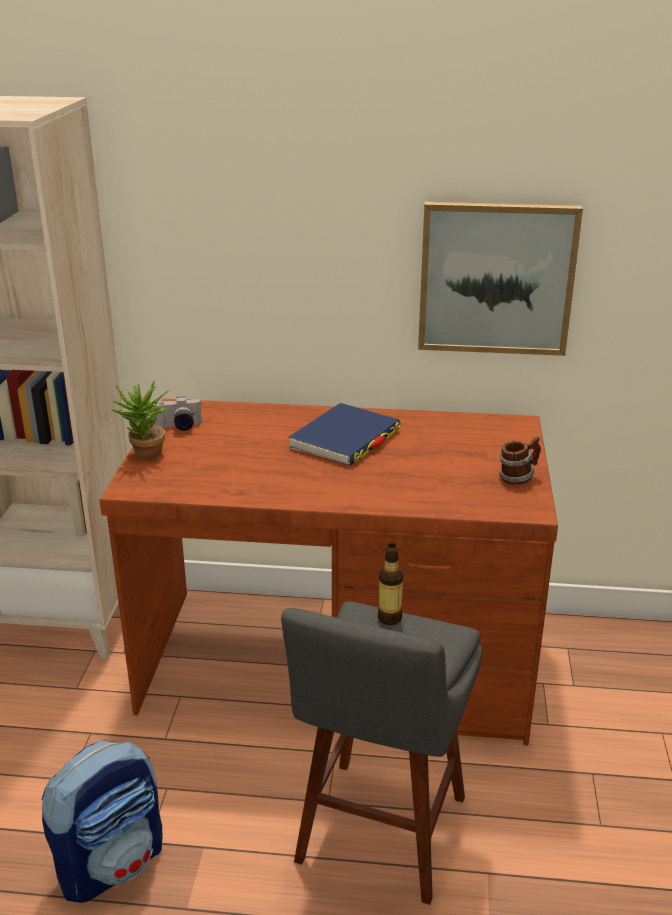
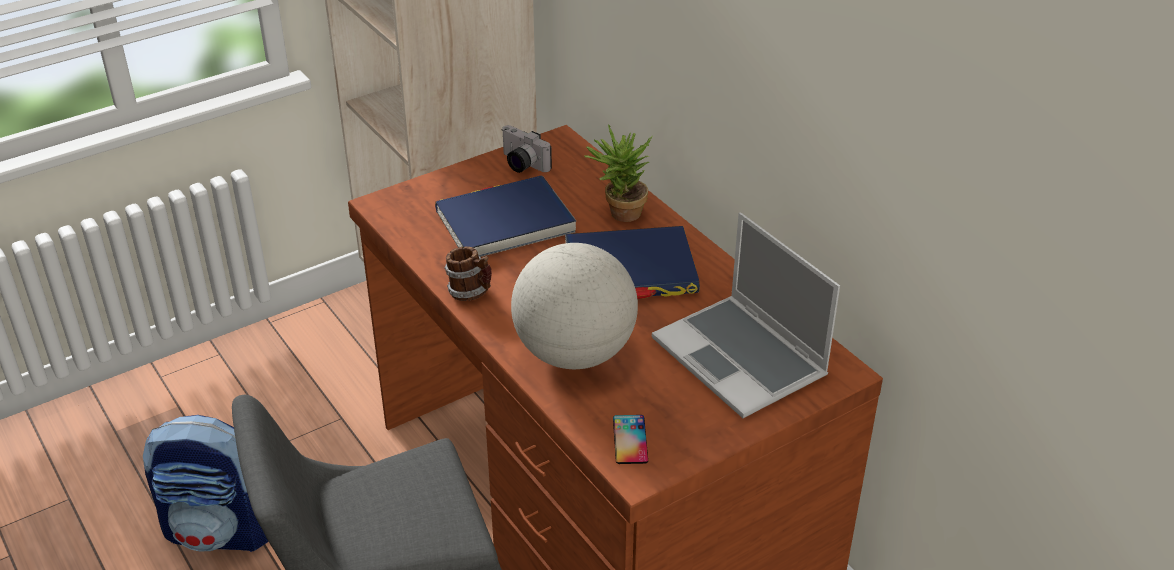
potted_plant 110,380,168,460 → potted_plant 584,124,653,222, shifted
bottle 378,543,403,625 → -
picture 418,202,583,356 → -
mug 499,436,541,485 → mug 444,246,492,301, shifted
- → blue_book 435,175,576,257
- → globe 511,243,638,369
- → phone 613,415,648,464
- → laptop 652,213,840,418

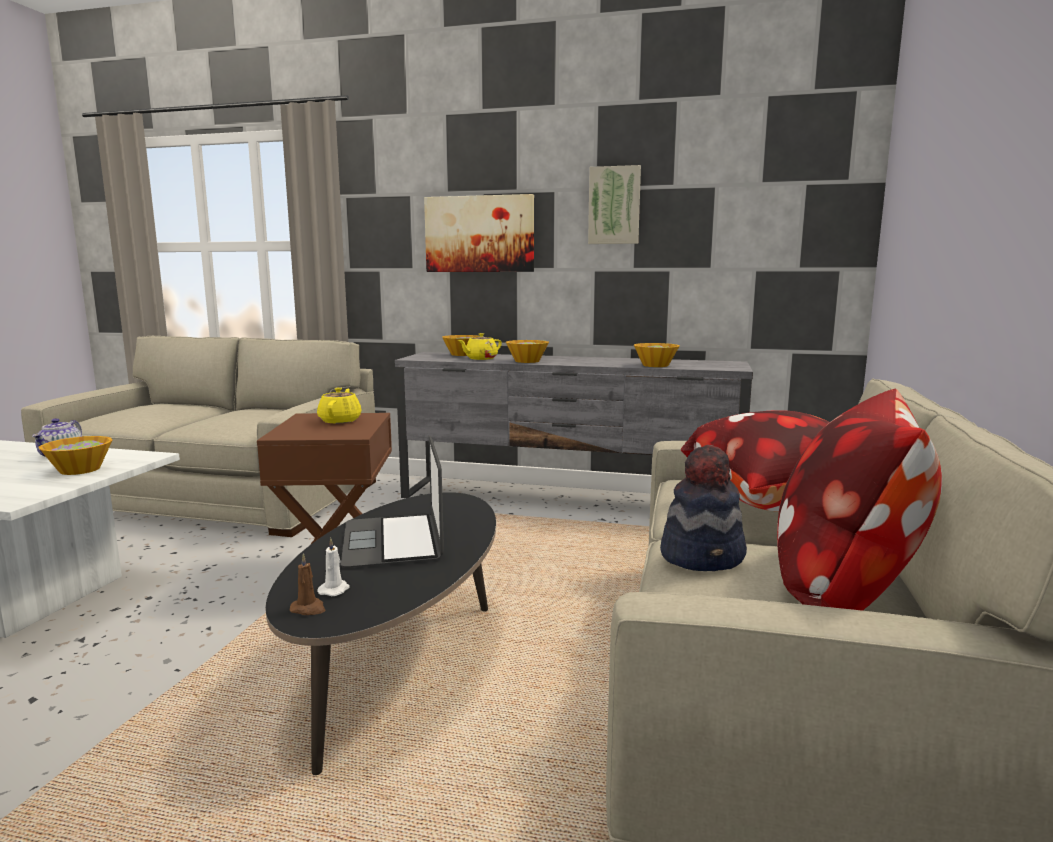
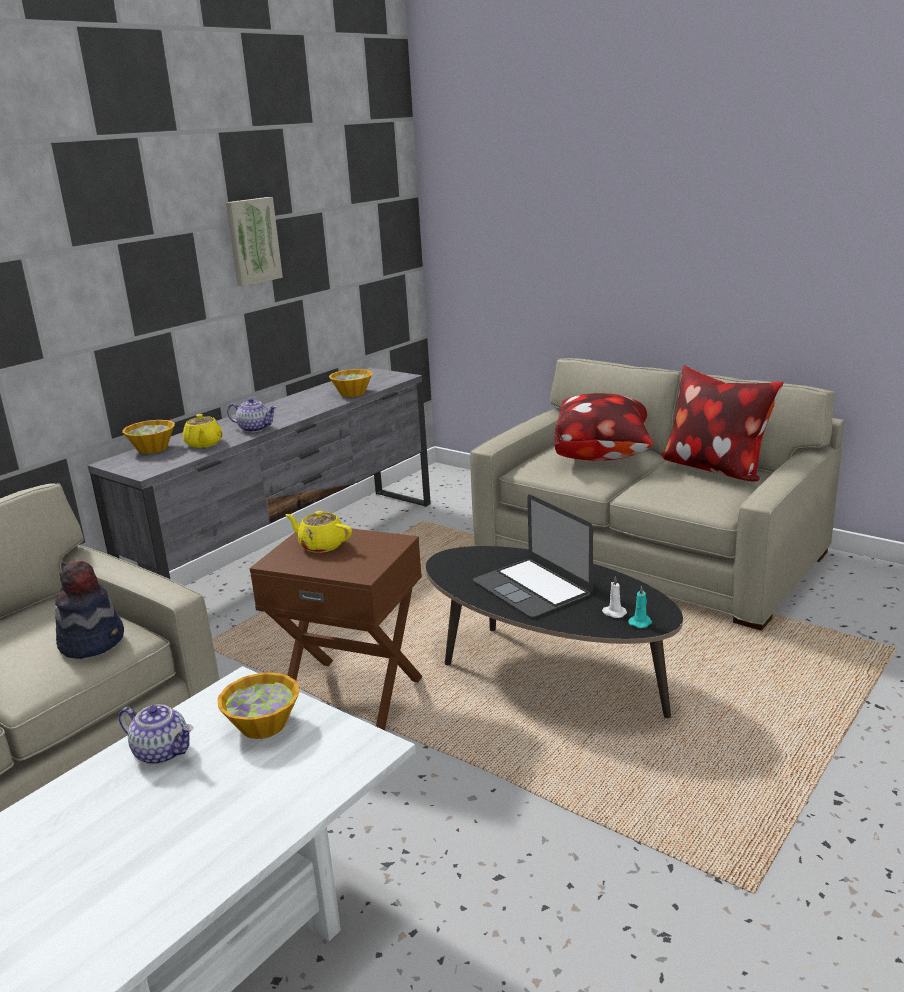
brown_candle 290,553,326,615 → turquoise_candle 628,585,652,628
laptop 341,435,444,568 → laptop 473,495,593,618, 45 degrees clockwise
picture 424,194,534,272 → -
bowl 506,340,549,363 → teapot 227,398,277,432
hat 660,445,747,571 → hat 55,560,124,659, shifted

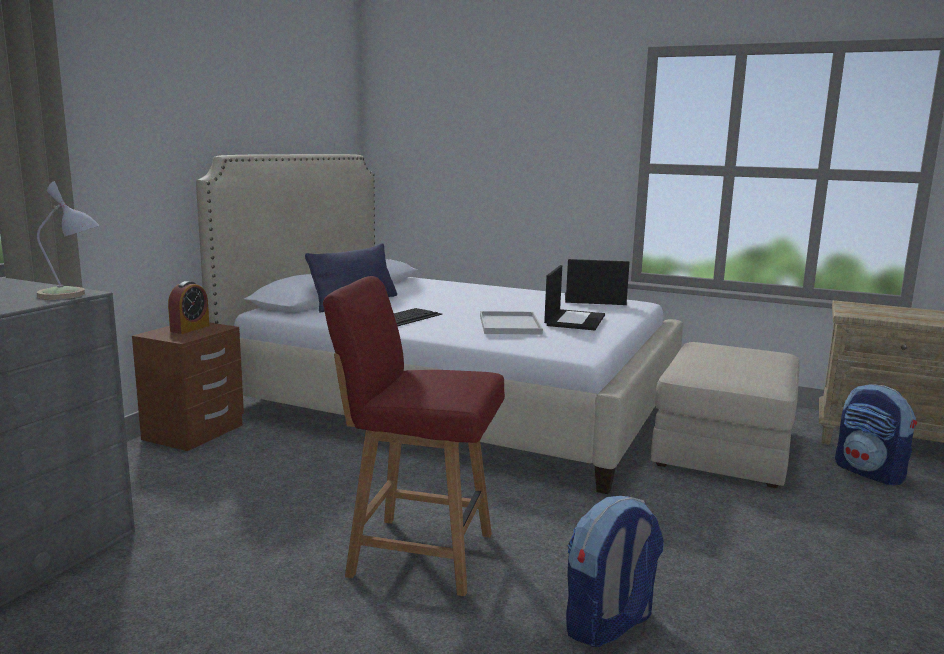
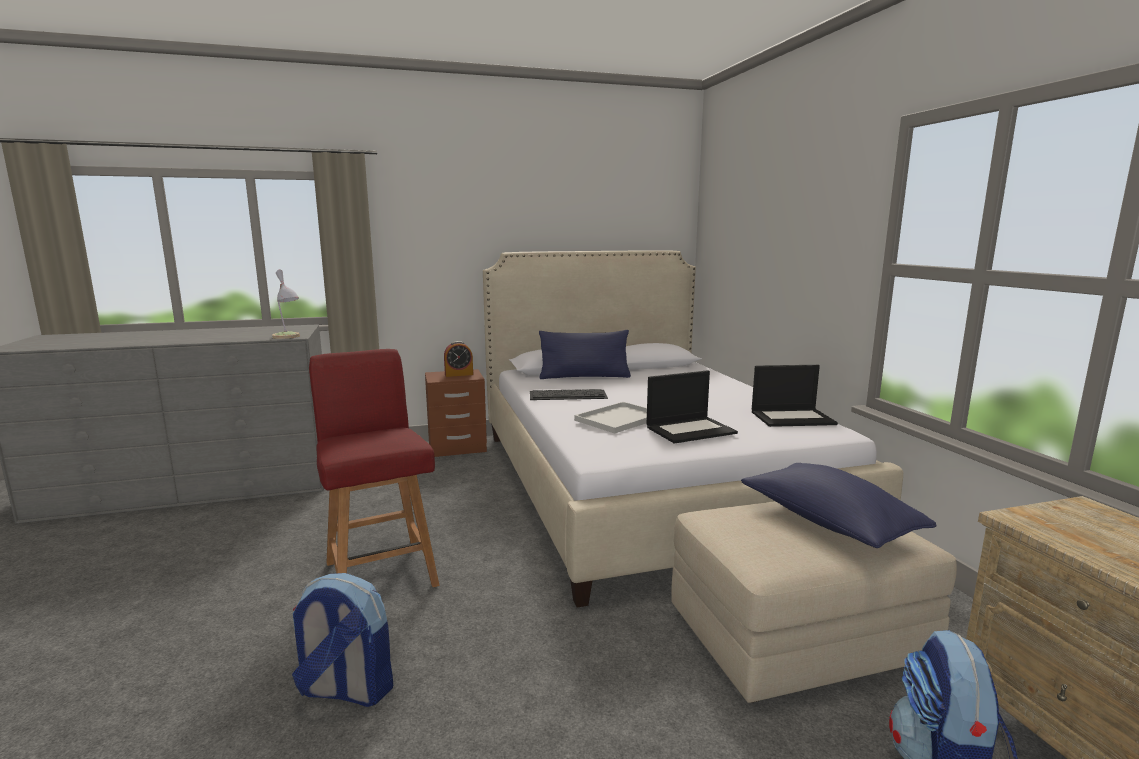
laptop 565,259,630,305 → laptop 752,365,838,427, 120 degrees clockwise
- → blue_pillow 741,463,937,548

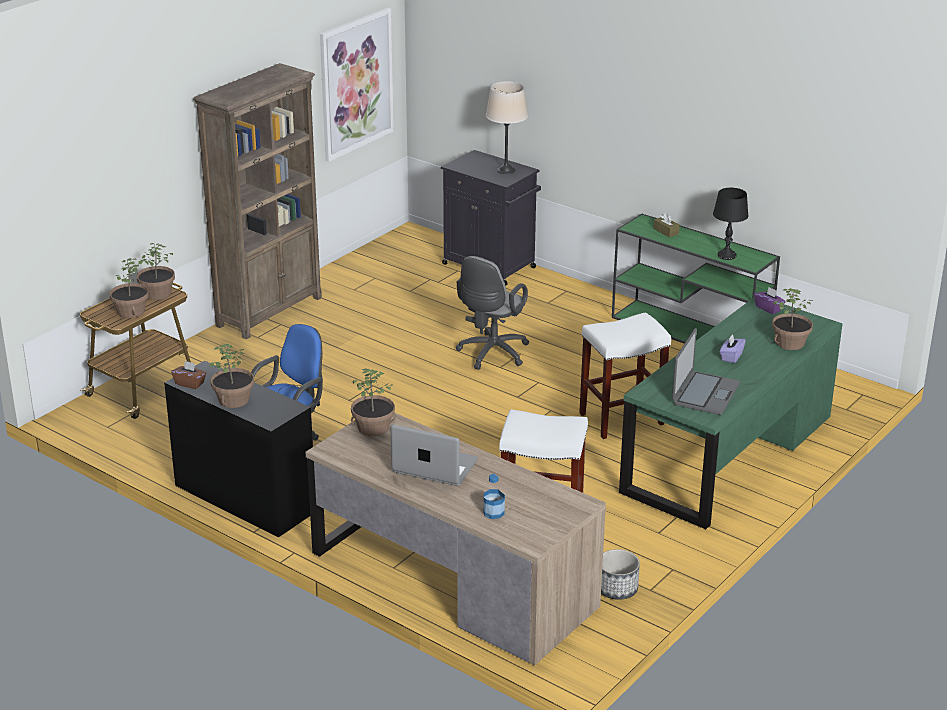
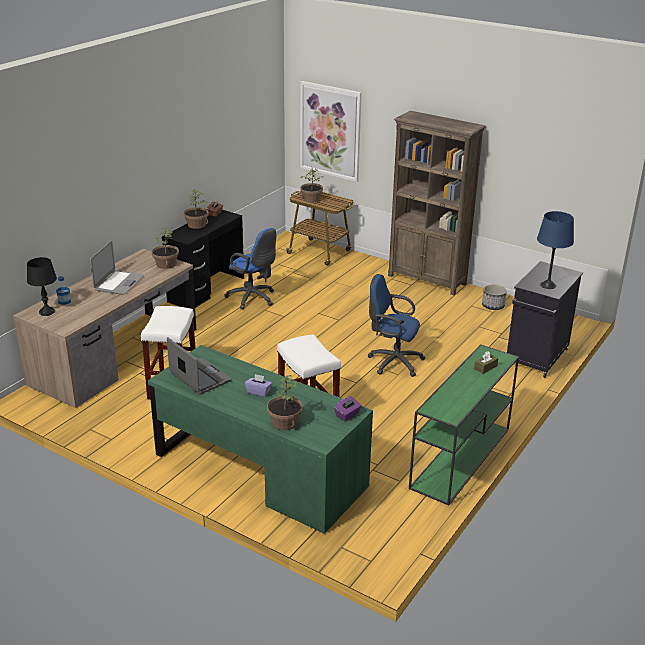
potted_plant 137,243,175,300 → -
picture 320,8,394,162 → picture 300,81,362,182, shifted
grey_office_chair 456,256,529,370 → blue_office_chair 368,274,425,377
beige_table_lamp 486,81,528,174 → blue_table_lamp 537,211,574,289
planter 601,549,640,600 → planter 482,284,507,310, shifted
laptop 672,328,740,415 → laptop 167,338,232,395, 150 degrees counterclockwise
black_table_lamp 713,188,749,260 → black_table_lamp 27,257,57,316, shifted

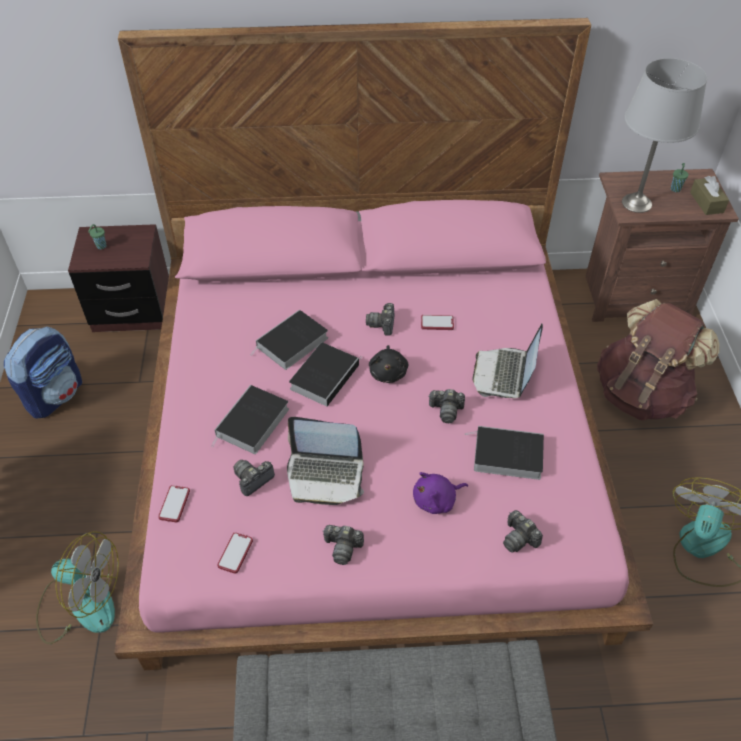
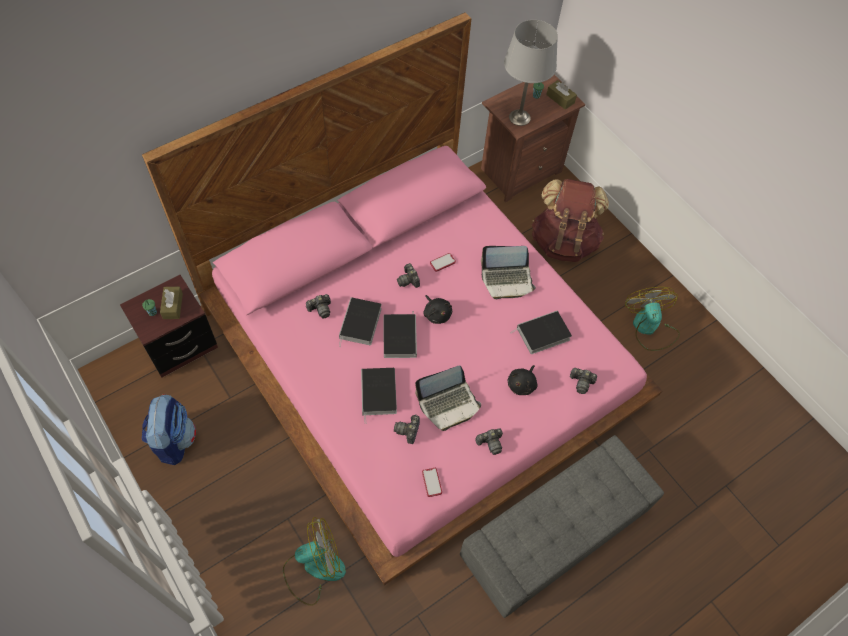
phone 158,485,190,522 → -
purple_plush_toy 413,472,468,514 → black_plush_toy 507,365,538,395
photo_camera 428,389,465,423 → photo_camera 306,294,331,318, shifted
laptop 472,324,543,398 → laptop 481,246,536,299, 75 degrees counterclockwise
- → brown_tissue_box 160,287,183,319

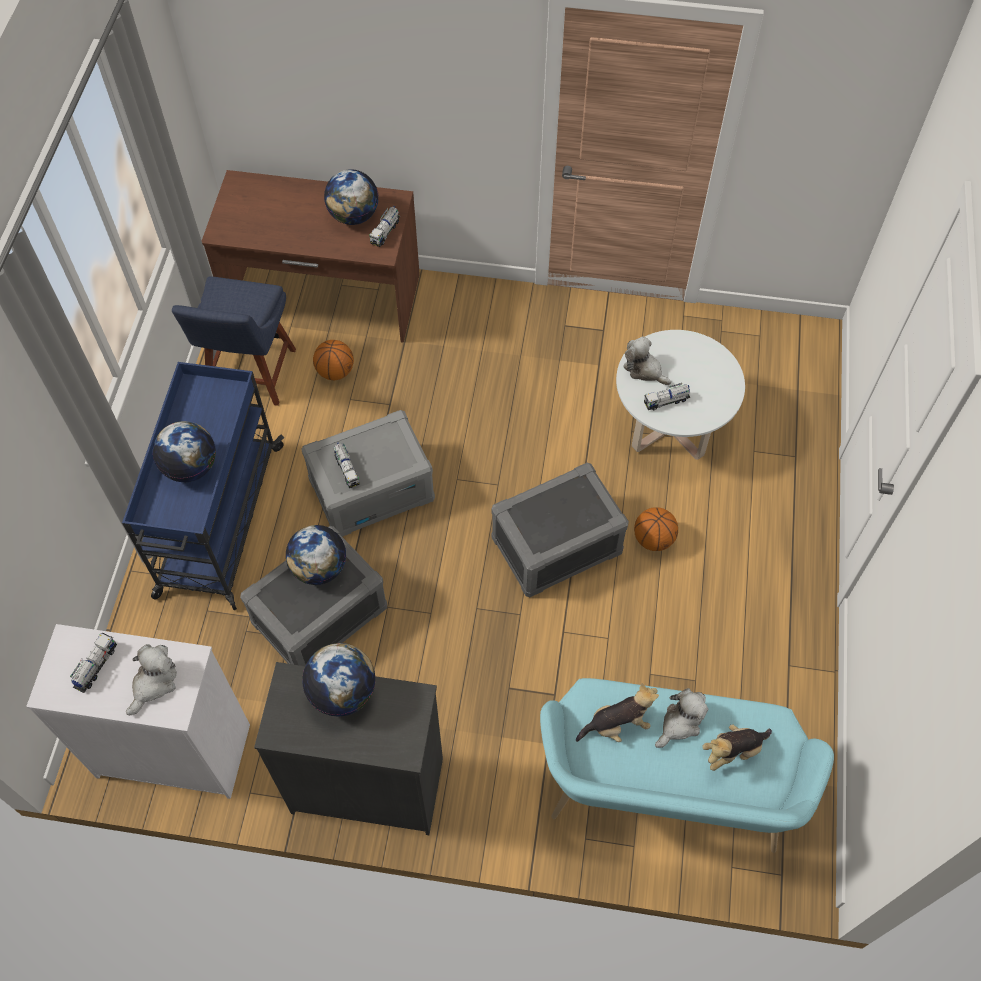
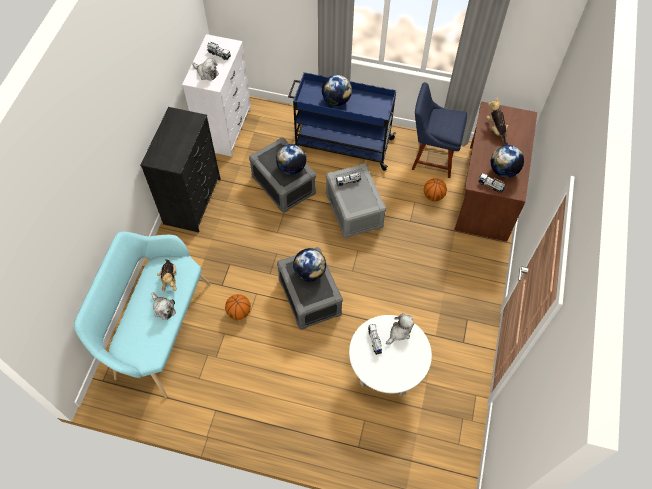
globe 302,643,376,717 → globe 293,248,326,281, shifted
basketball 634,508,678,551 → basketball 225,294,251,320, shifted
plush_toy 703,724,772,771 → plush_toy 486,97,509,145, shifted

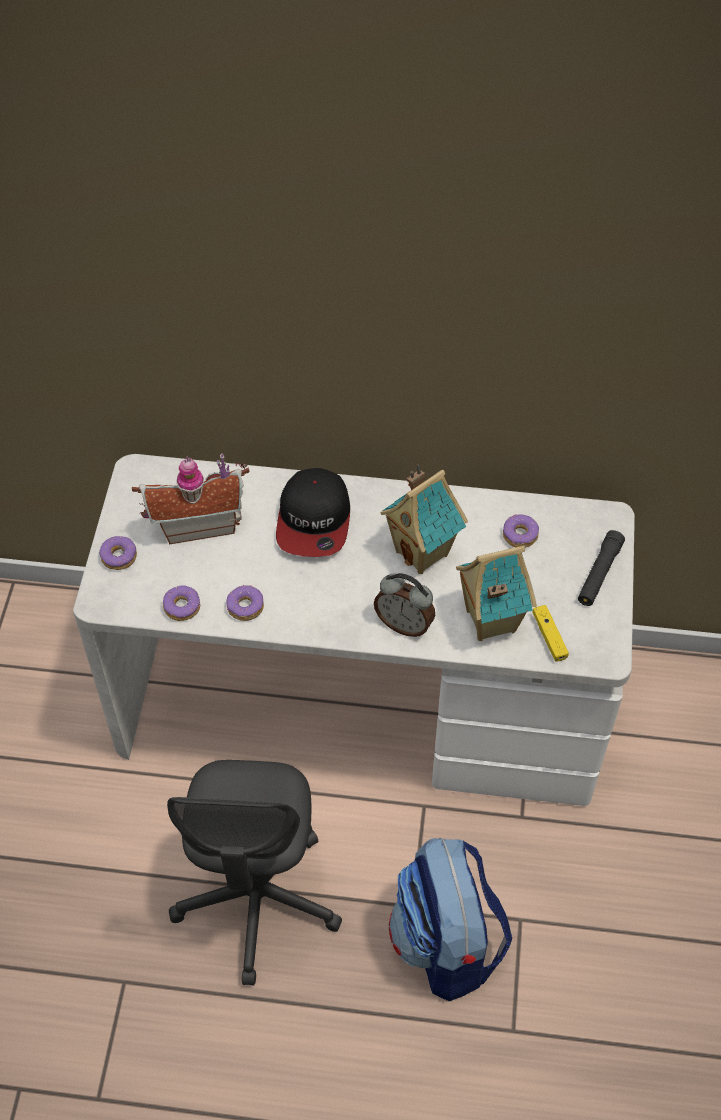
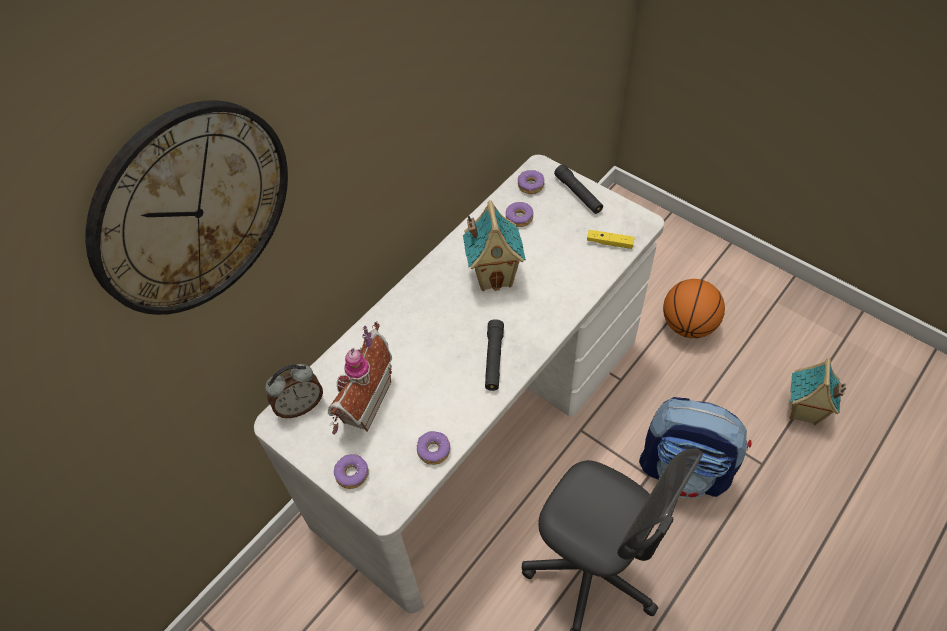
donut 227,585,264,621 → donut 517,170,545,194, shifted
cap 276,468,350,557 → -
alarm_clock 374,573,435,637 → alarm_clock 265,364,323,418, shifted
toy_house 456,546,537,641 → toy_house 789,358,846,425, shifted
- → wall_clock 85,100,288,315
- → black_flashlight 485,319,504,391
- → basketball 663,279,725,338

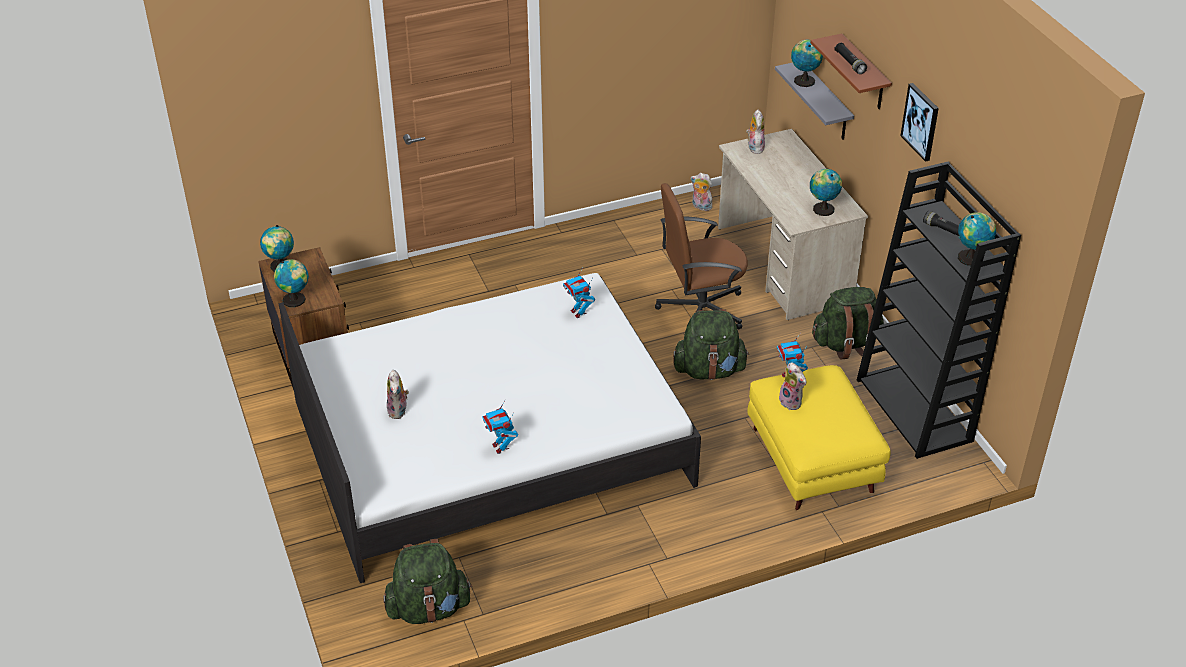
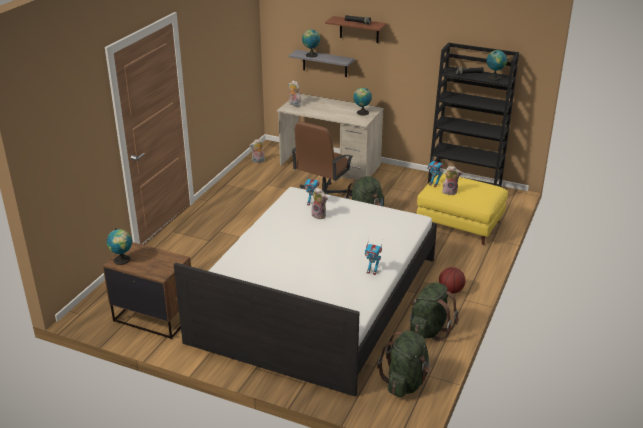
globe 274,259,309,307 → -
plush_toy 387,370,409,419 → plush_toy 311,187,328,220, shifted
green_backpack 812,287,884,360 → green_backpack 410,282,458,341, shifted
picture 900,83,939,162 → -
- → basketball 439,267,466,294

